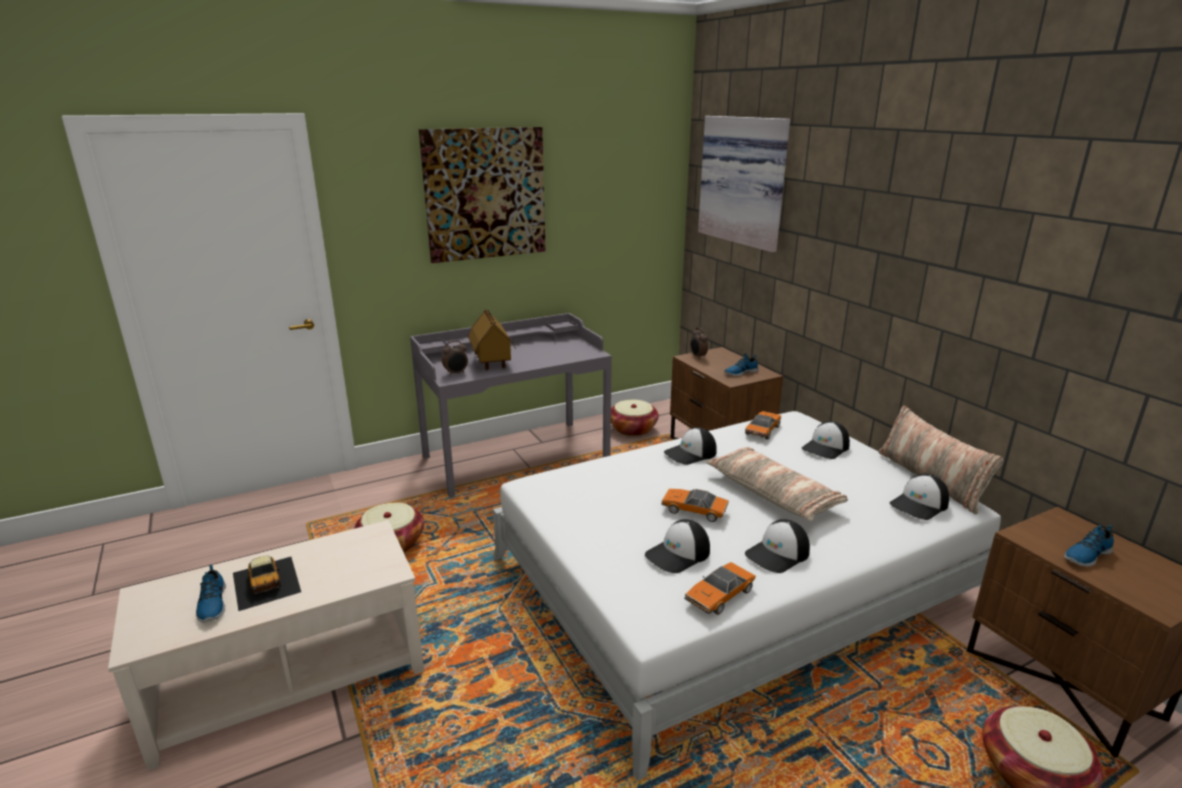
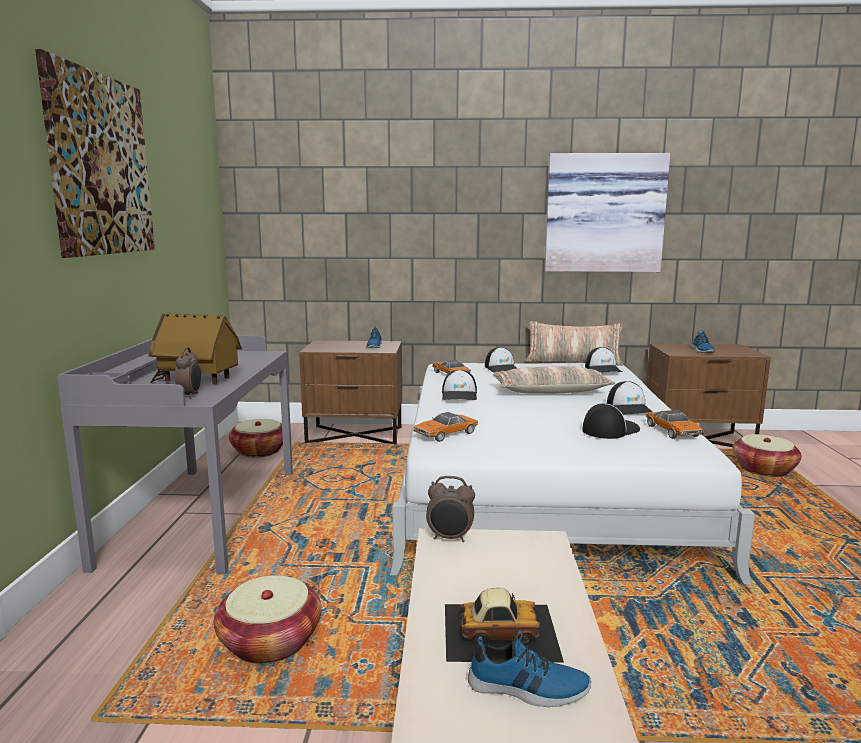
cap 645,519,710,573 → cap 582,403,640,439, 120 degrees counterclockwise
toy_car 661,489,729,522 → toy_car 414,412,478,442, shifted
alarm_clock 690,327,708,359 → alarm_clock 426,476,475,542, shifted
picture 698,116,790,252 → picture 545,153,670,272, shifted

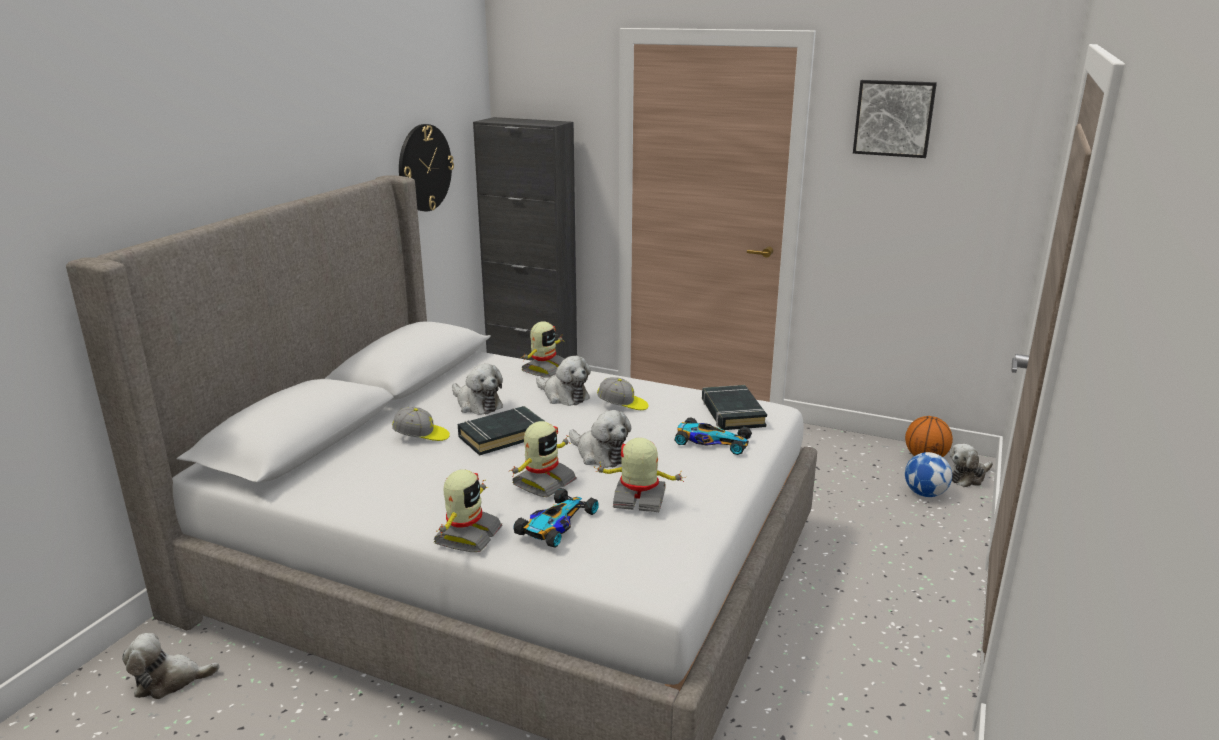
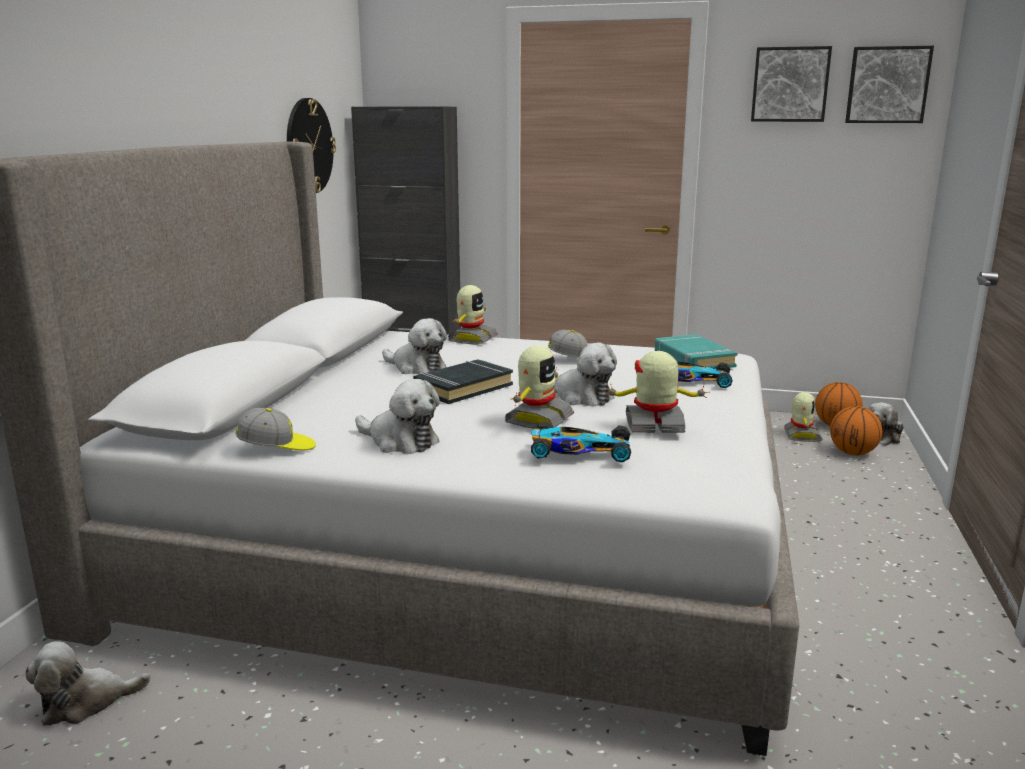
cap 392,407,450,441 → cap 236,408,316,450, shifted
toy_robot 434,469,503,552 → toy_robot 784,392,823,442, shifted
toy_car 514,488,599,548 → toy_car 531,422,631,462, 75 degrees clockwise
plush_toy 536,356,591,406 → plush_toy 355,379,440,454, shifted
black_book 702,385,767,430 → turquoise_book 655,334,737,368
football 905,452,952,497 → basketball 830,406,882,455
- → picture 845,46,934,123

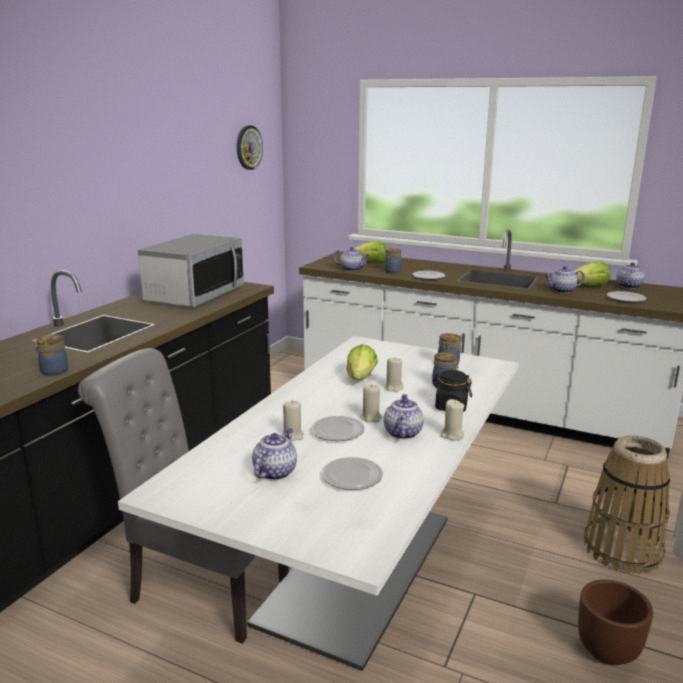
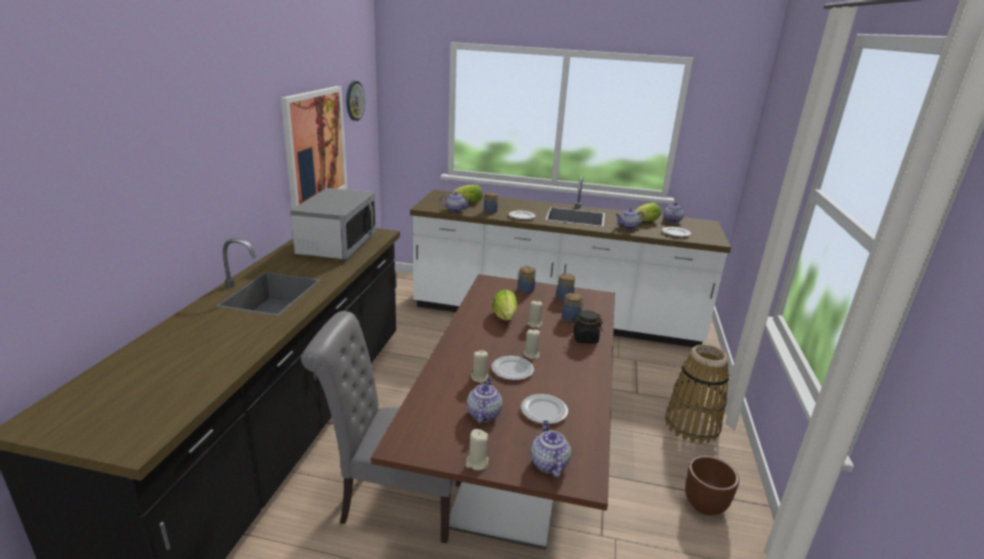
jar 34,334,68,376 → jar 516,267,536,293, shifted
white_dining_table 118,336,519,671 → brown_dining_table 371,274,615,550
teapot 384,394,424,439 → teapot 531,421,571,477, shifted
beige_candle 440,399,464,440 → beige_candle 466,429,489,470, shifted
- → picture 281,86,347,209

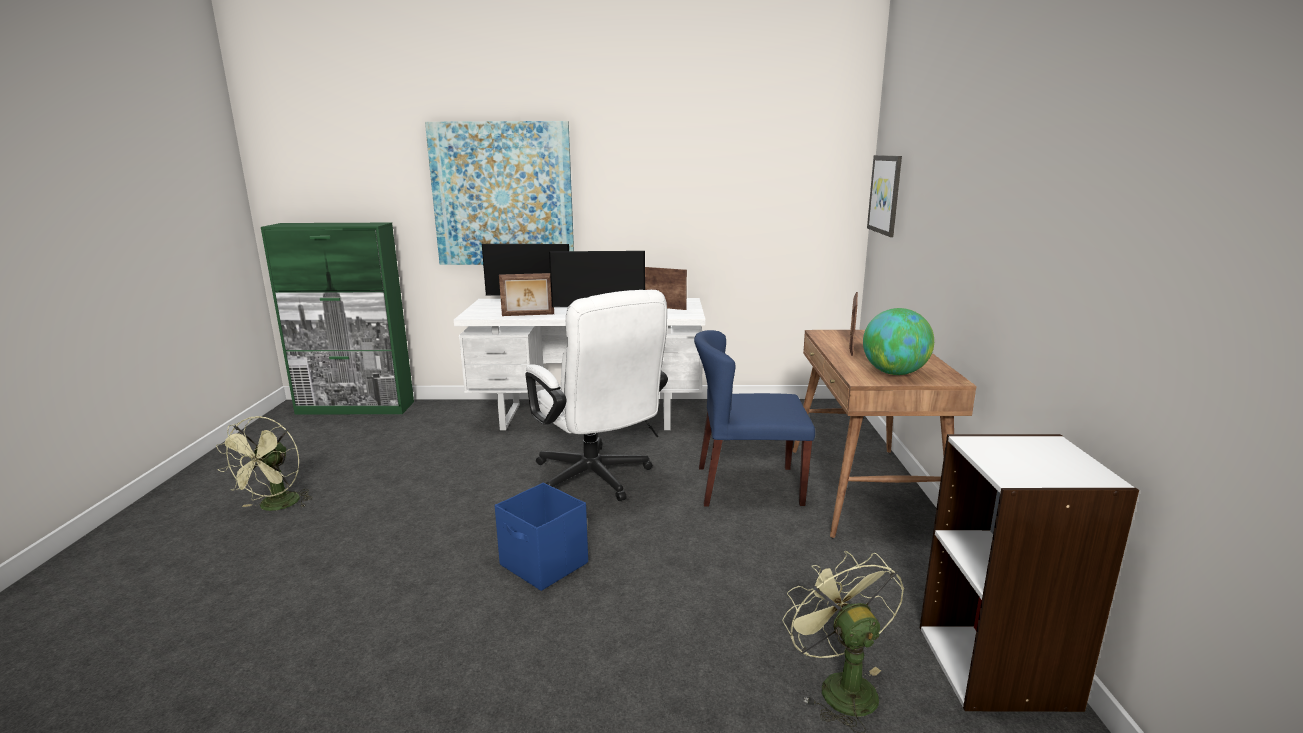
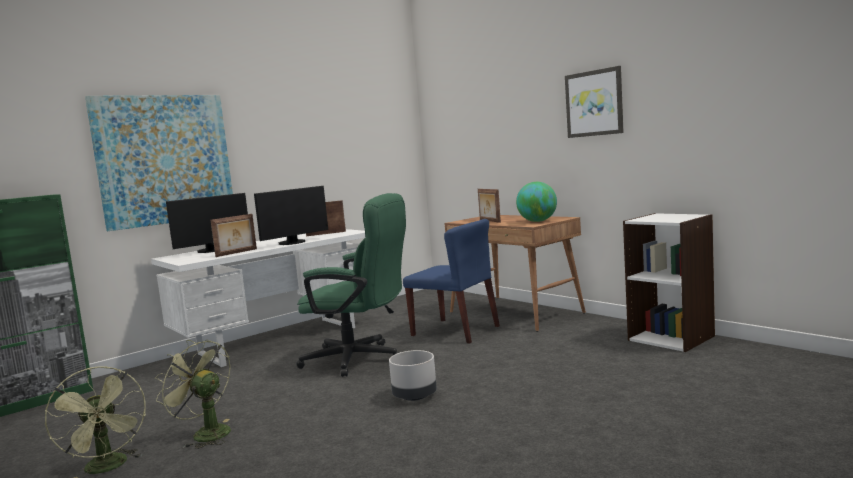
blue_storage_box 495,483,588,591 → grey_planter 389,350,437,401
white_office_chair 525,290,668,501 → green_office_chair 296,193,406,377
blue_chair 694,330,815,506 → blue_chair 403,219,500,344, 105 degrees counterclockwise
green_fan 782,551,904,733 → green_fan 155,340,231,449, shifted
picture 867,155,902,237 → picture 565,66,624,138, shifted

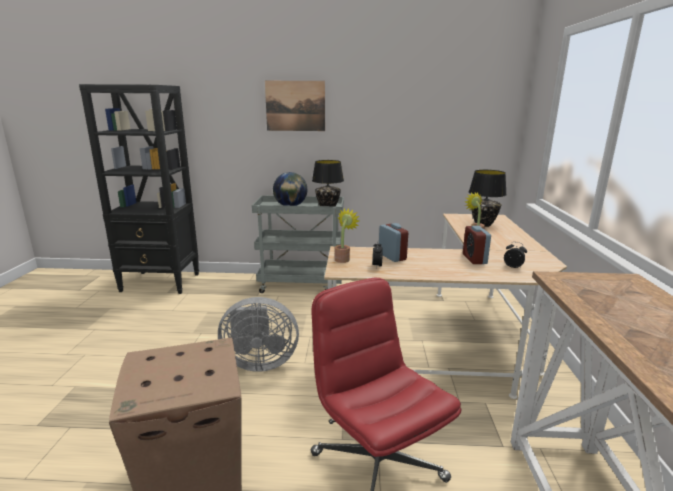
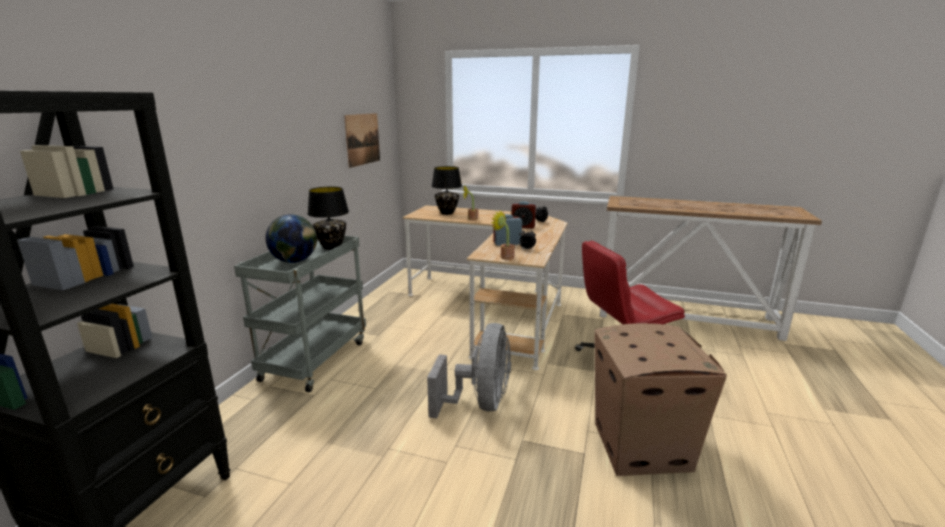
picture 265,81,325,131 → picture 344,113,380,168, shifted

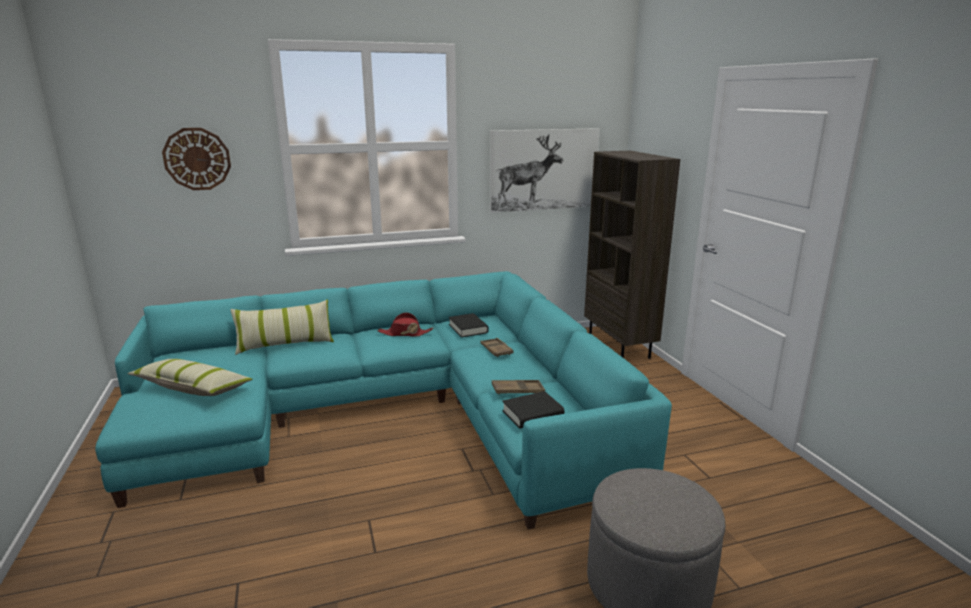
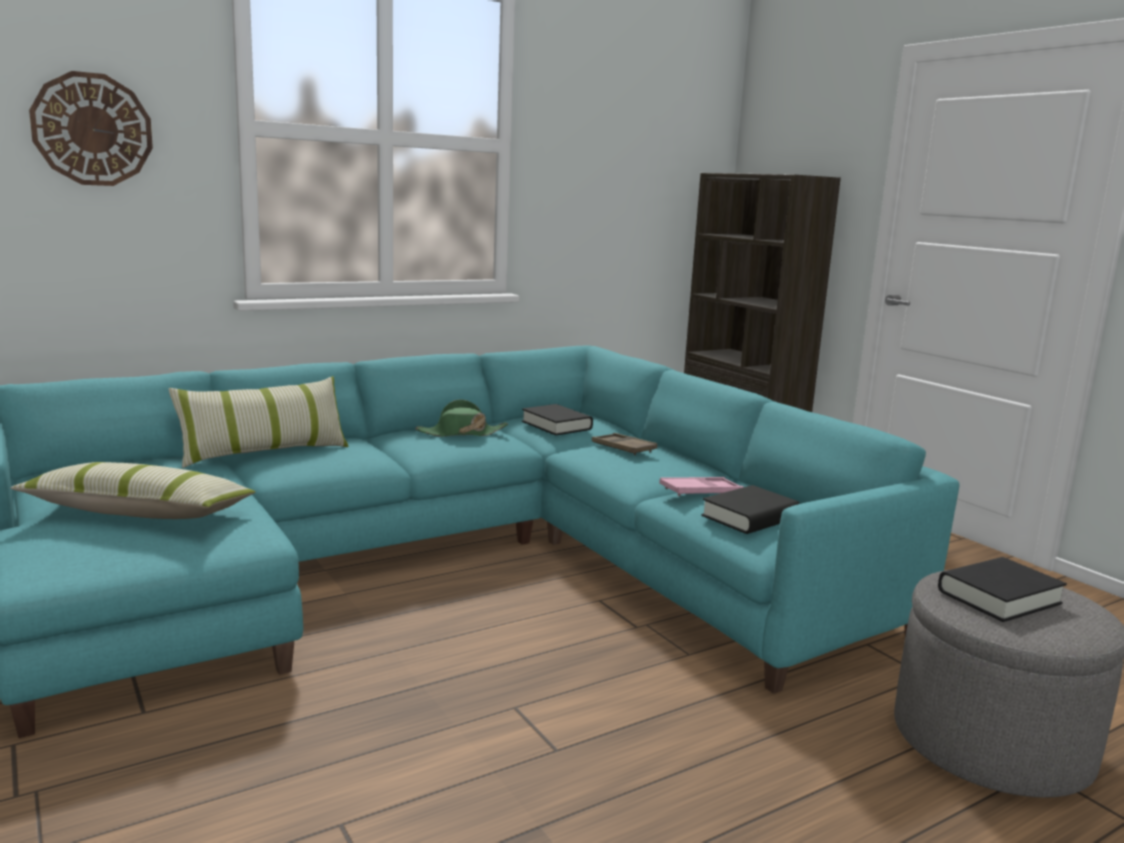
red_hat 377,312,433,337 → green_hat 415,399,508,437
picture 490,128,600,213 → -
brown_tray 492,380,545,395 → pink_tray 659,477,744,496
- → black_book 938,557,1067,622

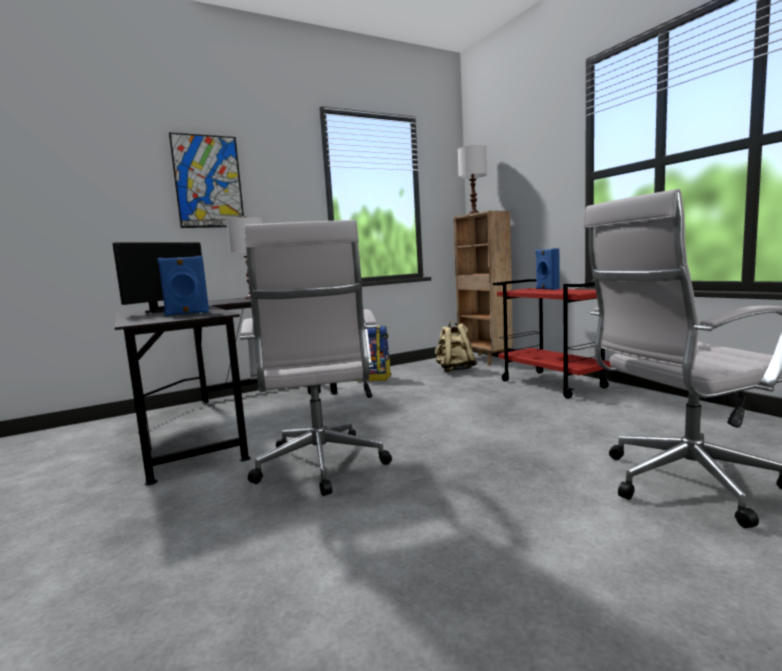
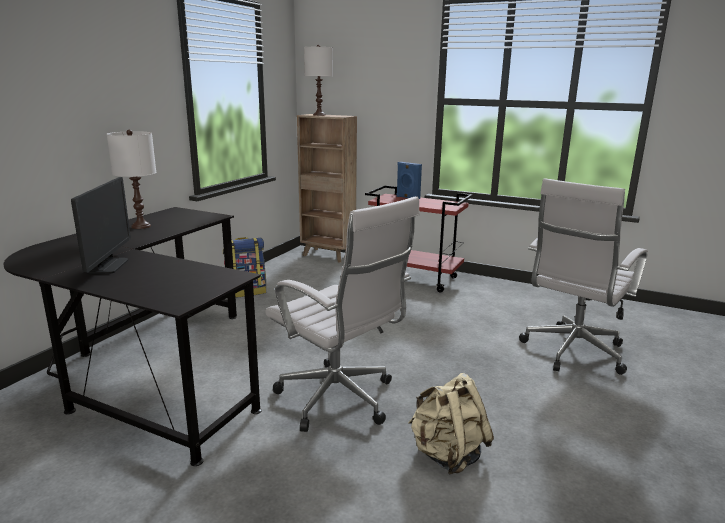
blue_speaker 157,256,209,316 → -
picture 169,132,244,228 → -
beige_backpack 435,321,477,372 → beige_backpack 408,373,494,475, shifted

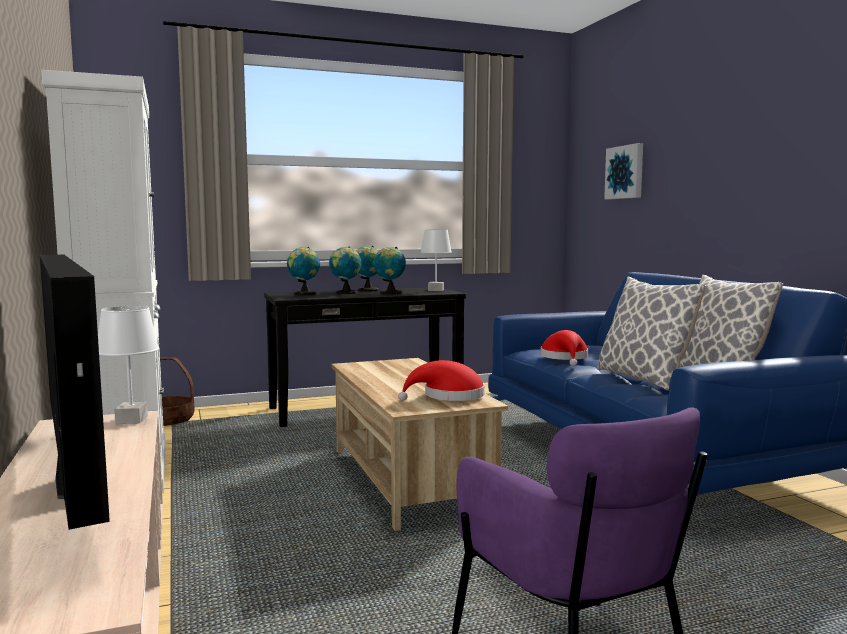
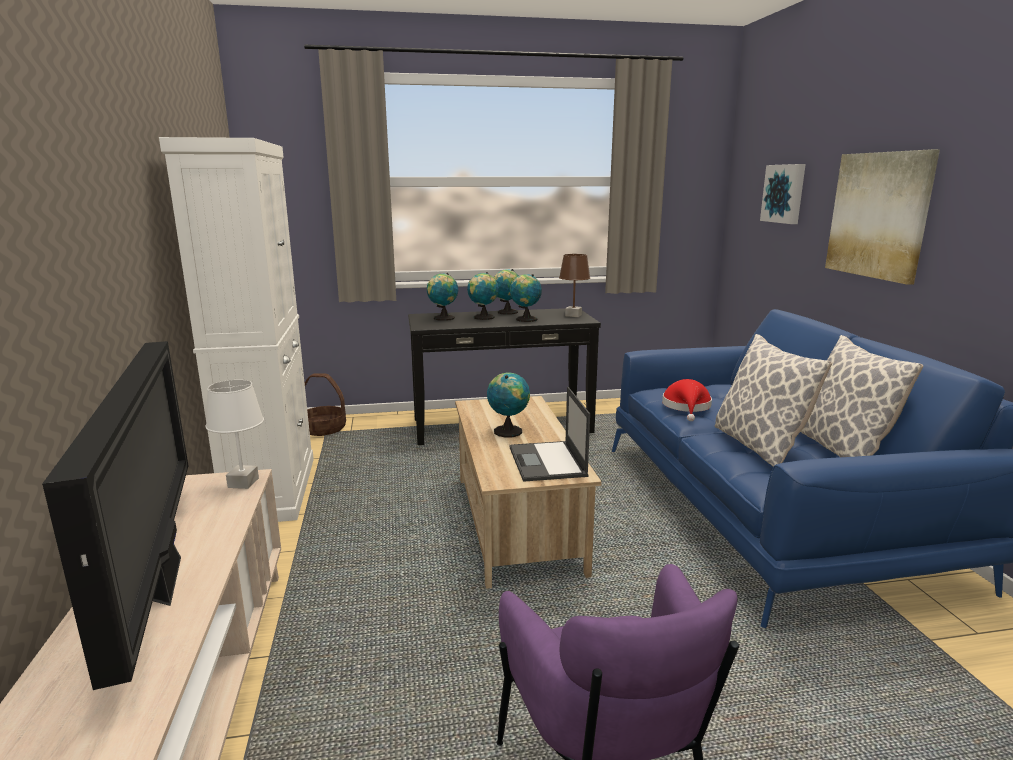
red_hat 398,360,485,401 → laptop 510,387,590,482
white_table_lamp 421,230,452,291 → brown_table_lamp 559,254,590,317
- → globe 487,373,530,438
- → picture 825,149,940,285

